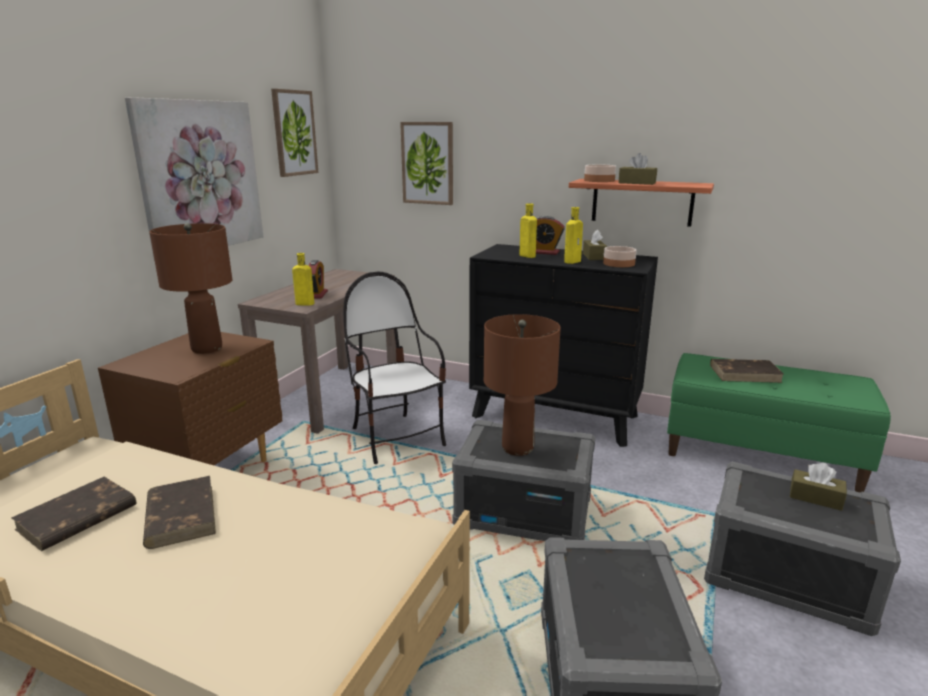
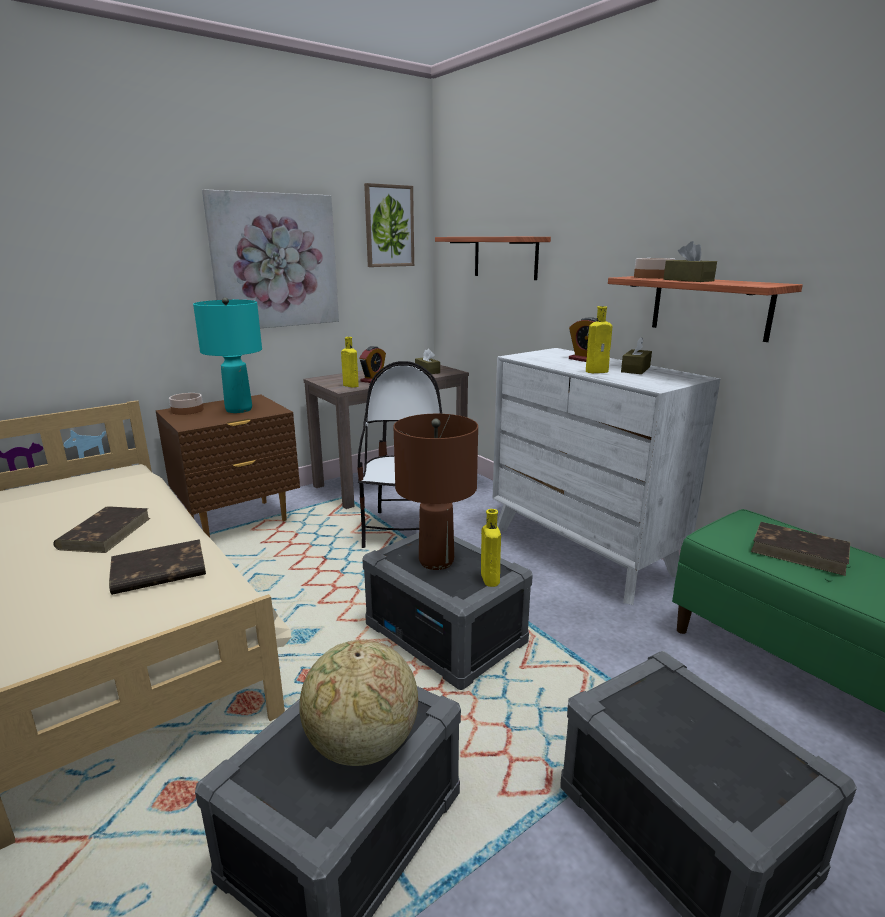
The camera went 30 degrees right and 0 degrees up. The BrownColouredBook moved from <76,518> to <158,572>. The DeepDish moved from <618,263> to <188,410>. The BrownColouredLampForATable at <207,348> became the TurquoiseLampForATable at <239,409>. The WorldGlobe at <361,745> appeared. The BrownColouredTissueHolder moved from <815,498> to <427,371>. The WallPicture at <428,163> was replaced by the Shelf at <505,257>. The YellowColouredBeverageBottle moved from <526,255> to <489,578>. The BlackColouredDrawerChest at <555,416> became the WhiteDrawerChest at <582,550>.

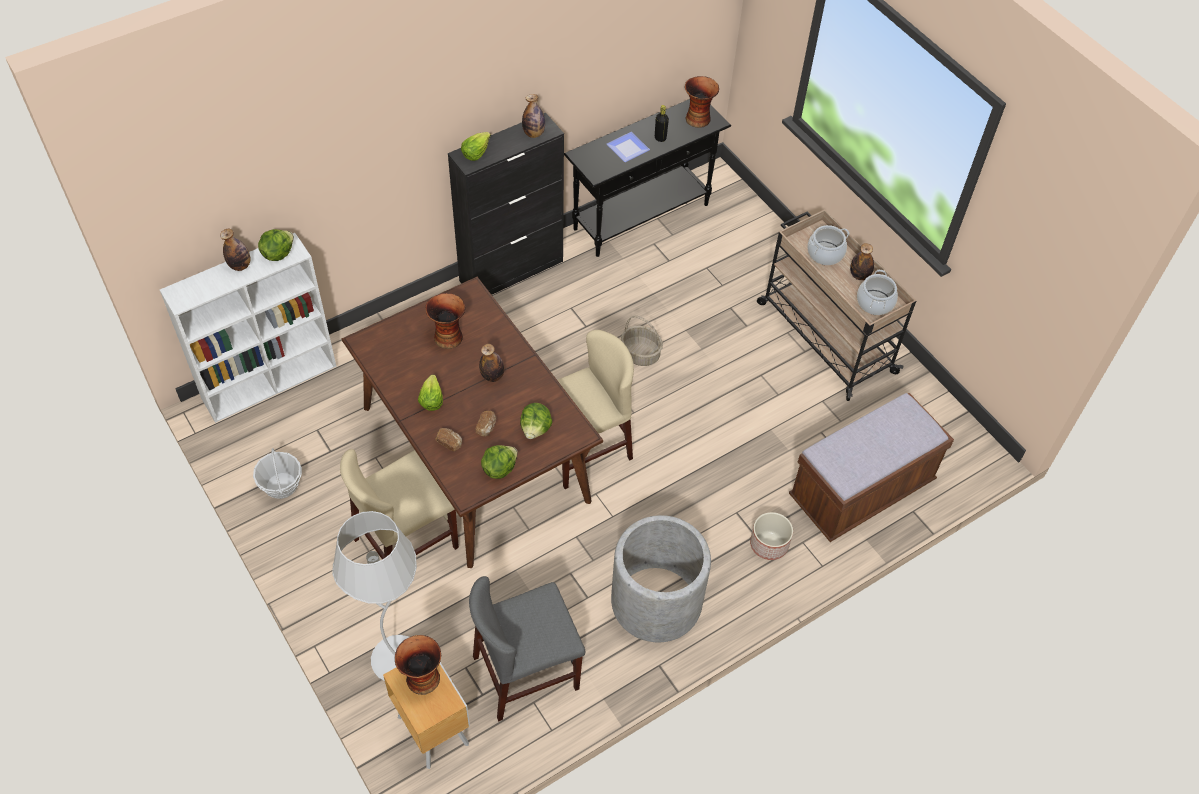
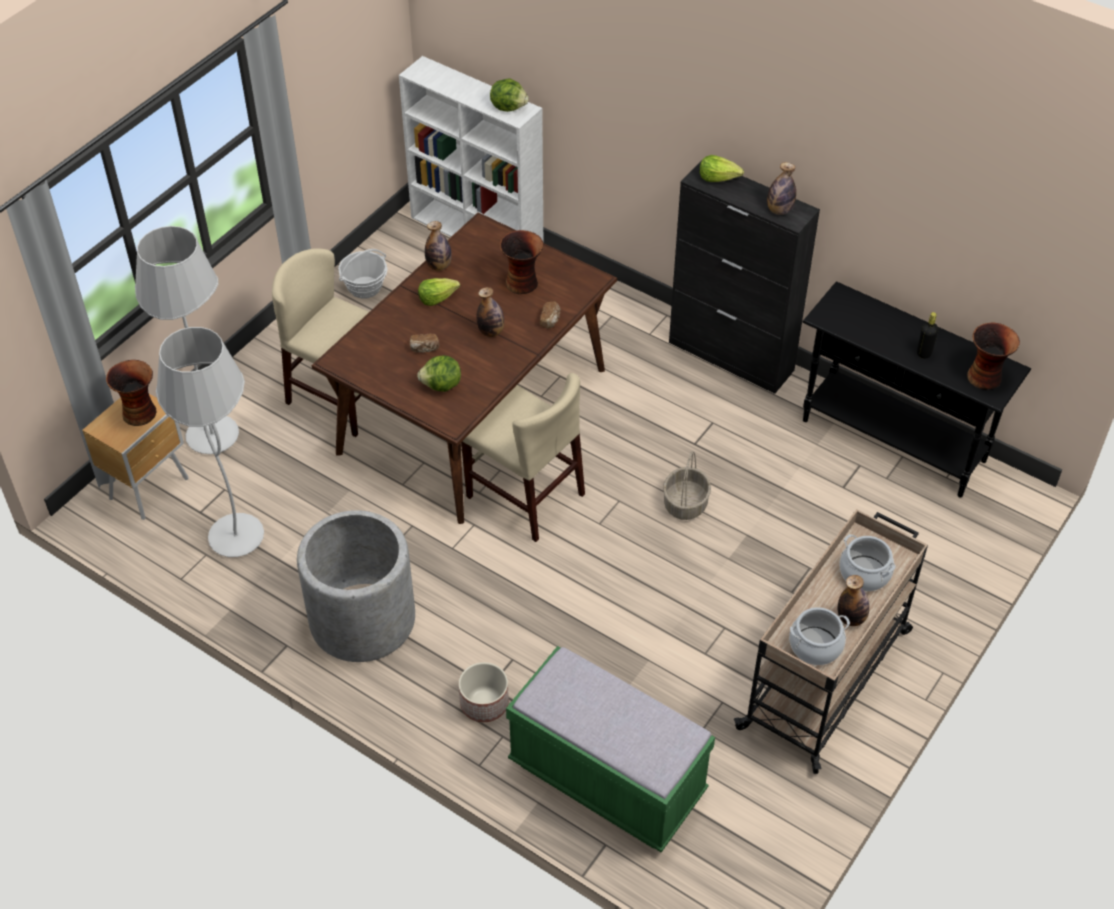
The camera went 70 degrees right and 5 degrees down. The GrayChair at <526,672> was replaced by the WhiteStandingLamp at <236,537>. The BeverageBottle moved from <240,265> to <439,266>. The BrownColouredBench at <861,491> became the GreenBench at <607,779>. The Bread moved from <449,442> to <550,320>. The LettuceHead at <499,468> disappeared. The Plate at <628,147> disappeared.

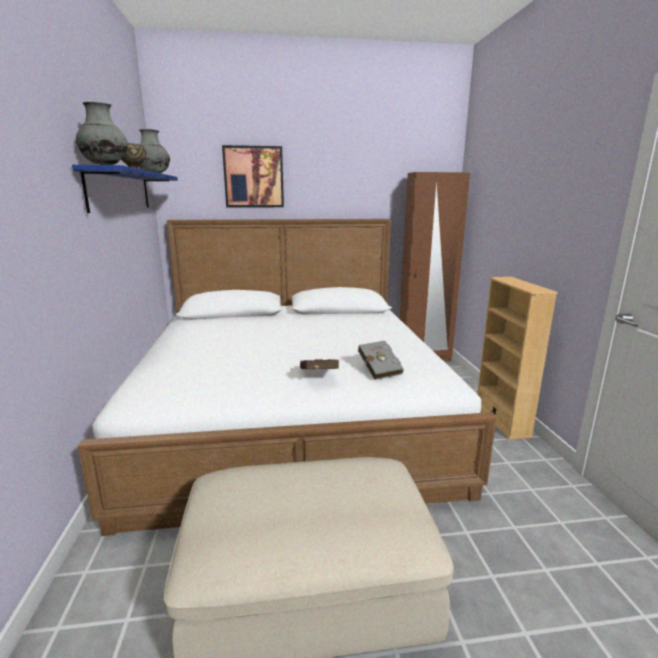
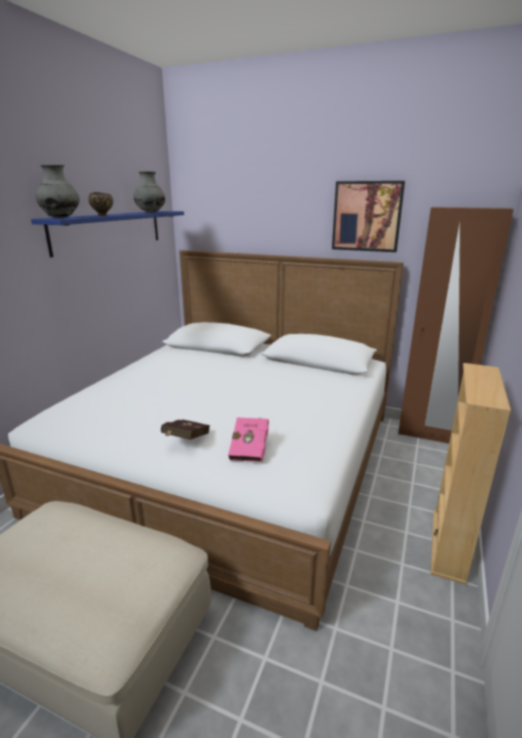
The camera went 30 degrees right and 5 degrees up. The GrayBook at <379,370> became the PinkBook at <250,449>. The WallPicture moved from <254,177> to <367,216>.

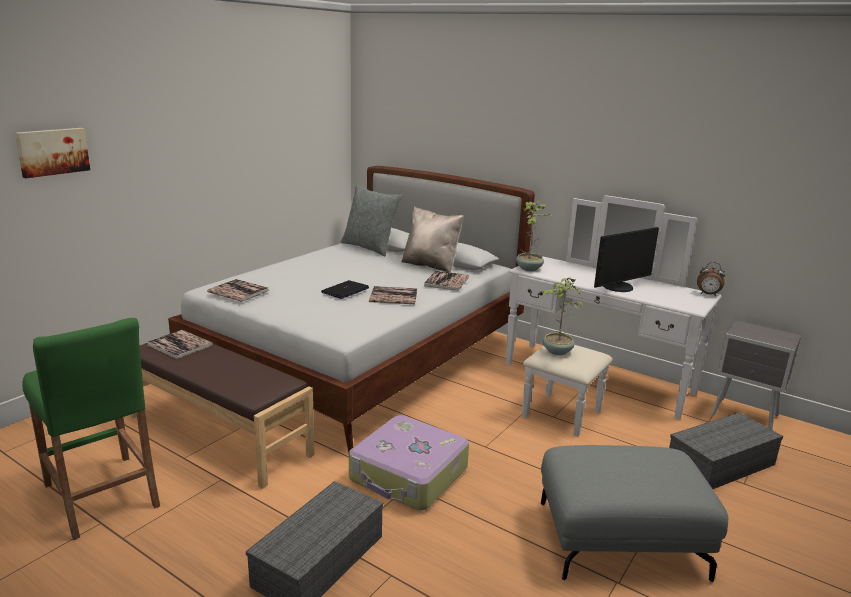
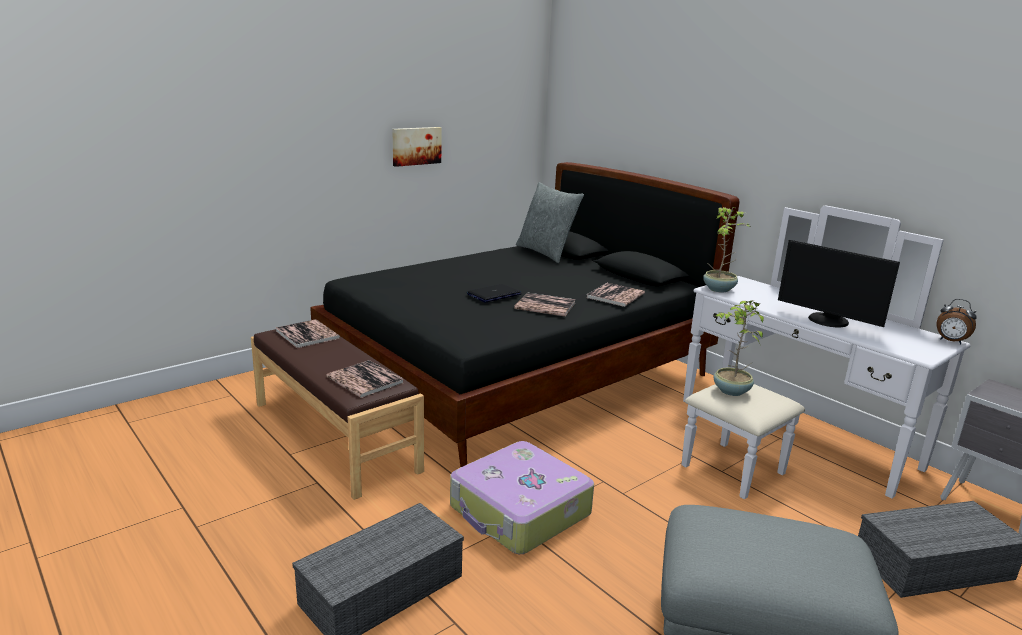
The camera went 15 degrees right and 0 degrees up. The WhiteBedroomBed at <363,358> became the BlackColouredBedroomBed at <519,375>. The Book moved from <238,291> to <365,380>. The WallPicture moved from <52,151> to <416,146>. The Monitor at <619,287> turned 60 degrees clockwise. The GreenStool at <101,495> disappeared. The SandColouredThrowPillow at <431,265> disappeared.

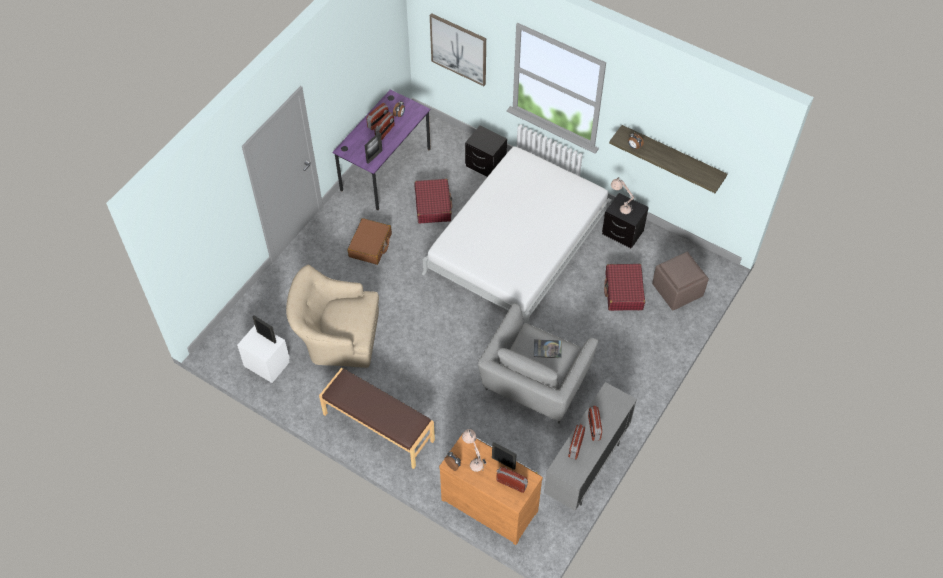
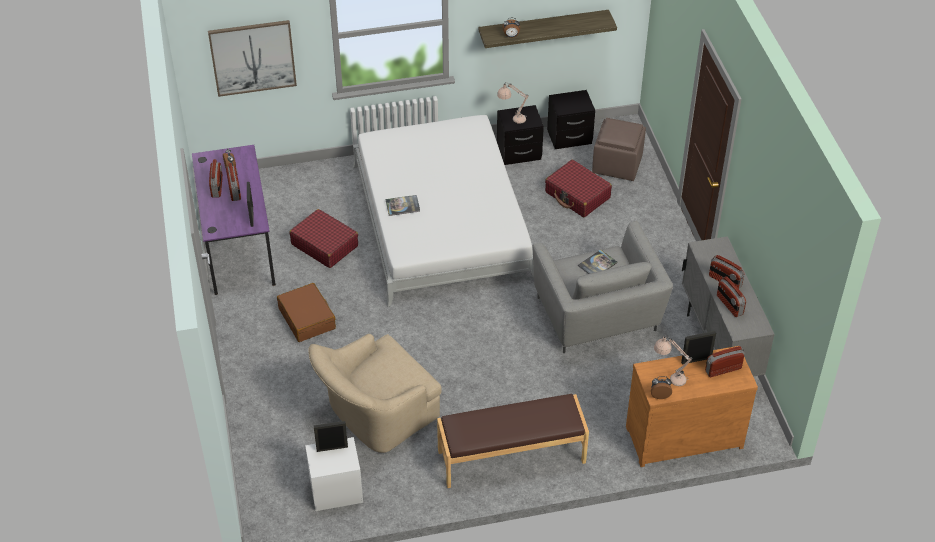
The camera went 45 degrees left and 10 degrees down. The Book at <402,206> appeared. The BlackColouredNightTable moved from <485,165> to <569,137>.

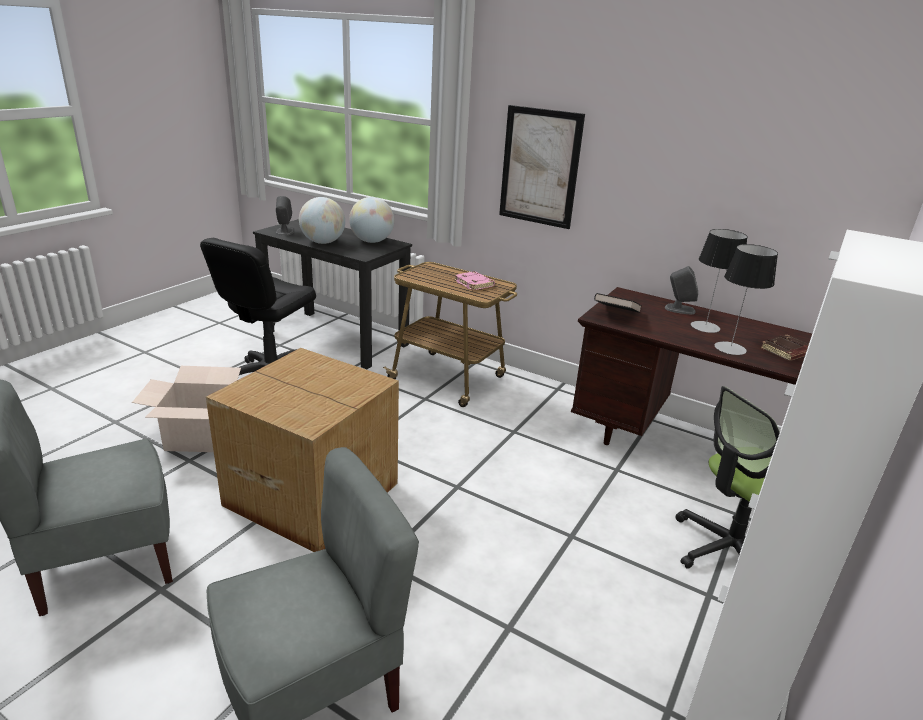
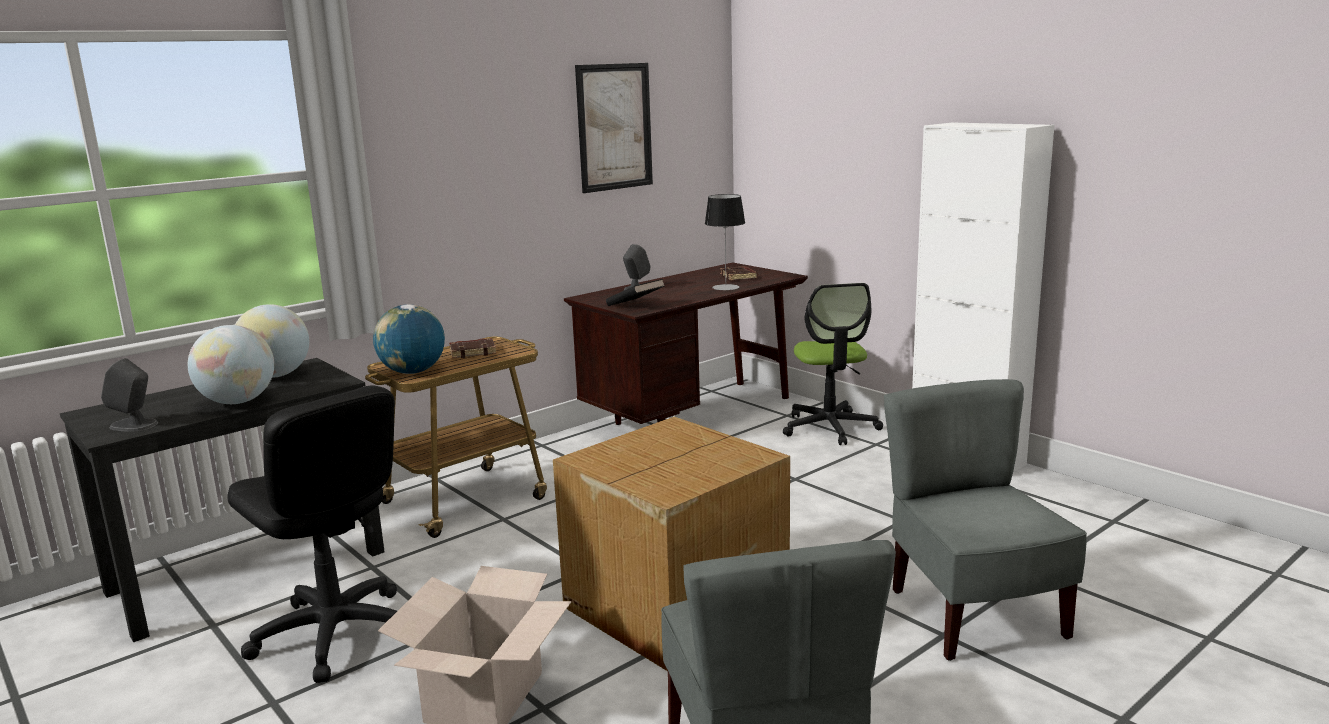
The camera went 70 degrees left and 10 degrees down. The WorldGlobe at <412,372> appeared. The PinkBook at <474,284> became the BrownColouredBook at <473,352>. The WallPicture moved from <540,167> to <614,127>. The LampForATable at <705,327> disappeared.

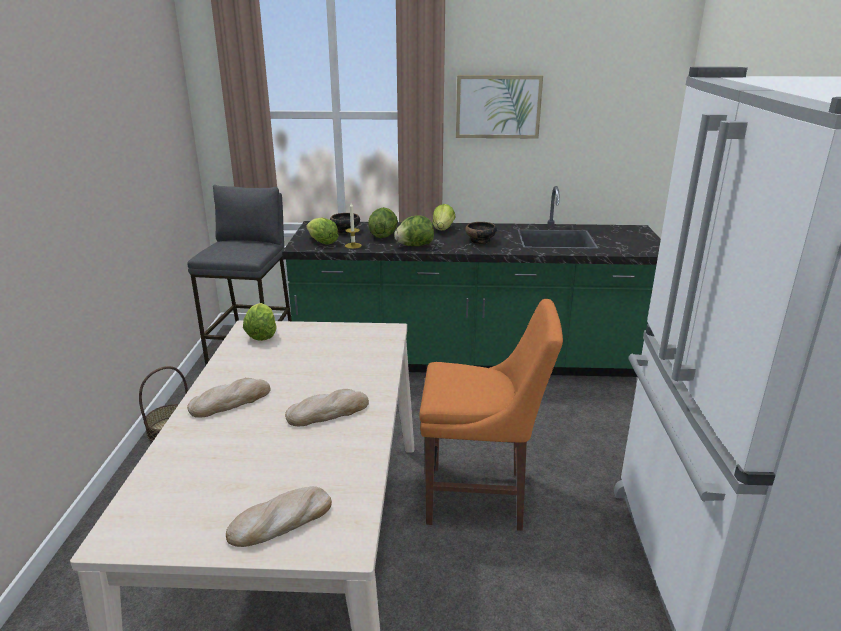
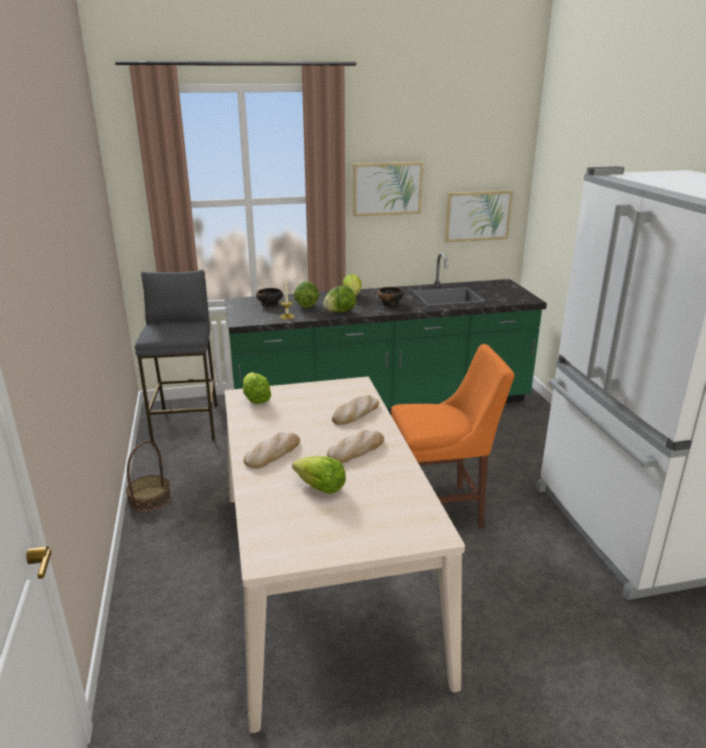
The camera went 15 degrees left and 0 degrees up. The LettuceHead moved from <322,242> to <320,487>. The Bread moved from <280,521> to <355,413>. The WallPicture at <477,216> appeared.

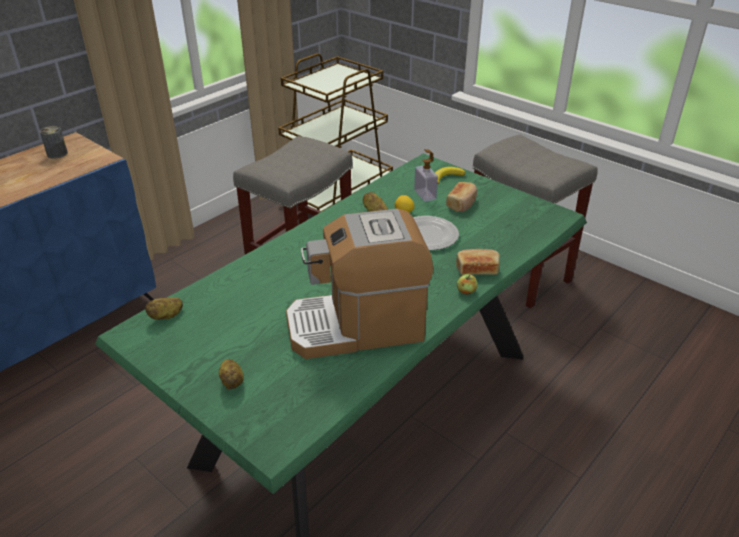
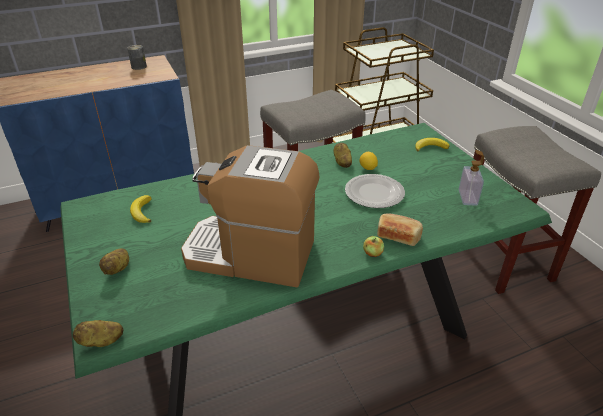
The camera went 25 degrees right and 0 degrees up. The Potato moved from <166,316> to <101,341>. The WholeBanana at <142,212> appeared. The SoapBottle moved from <425,195> to <467,197>. The Bread at <462,204> disappeared.

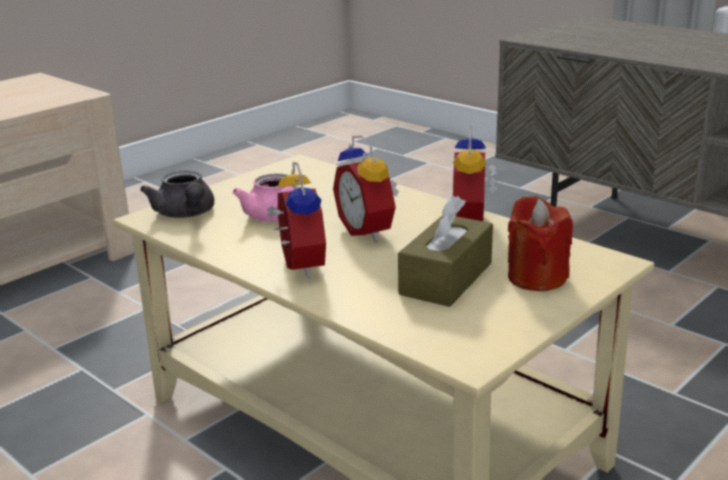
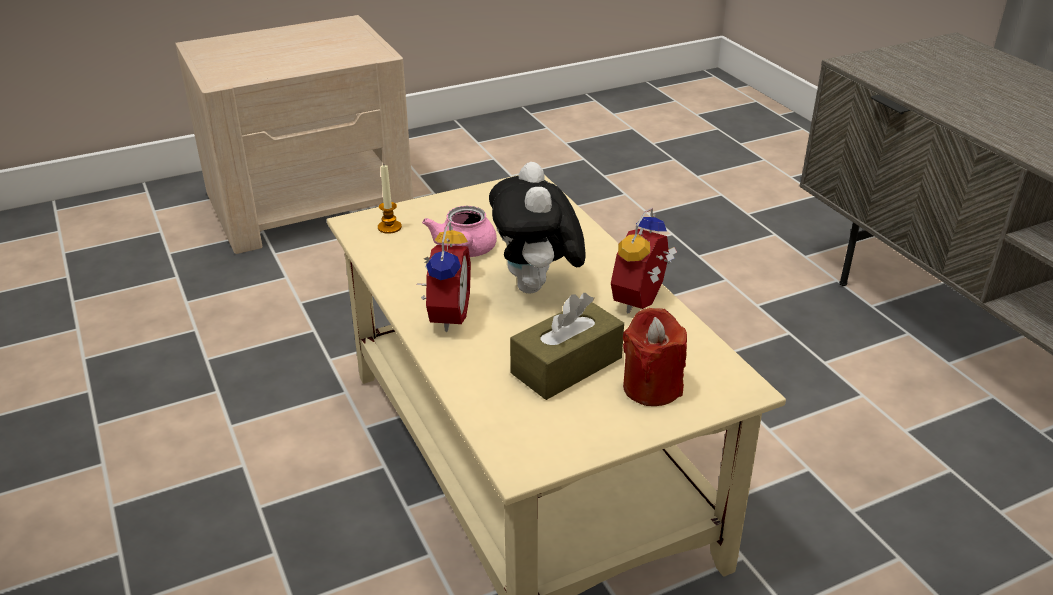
The camera went 20 degrees right and 10 degrees up. The GrayPotForTea at <186,214> was replaced by the WaxLight at <389,227>. The BedsideClock at <369,231> was replaced by the CuddlyToy at <537,288>.

